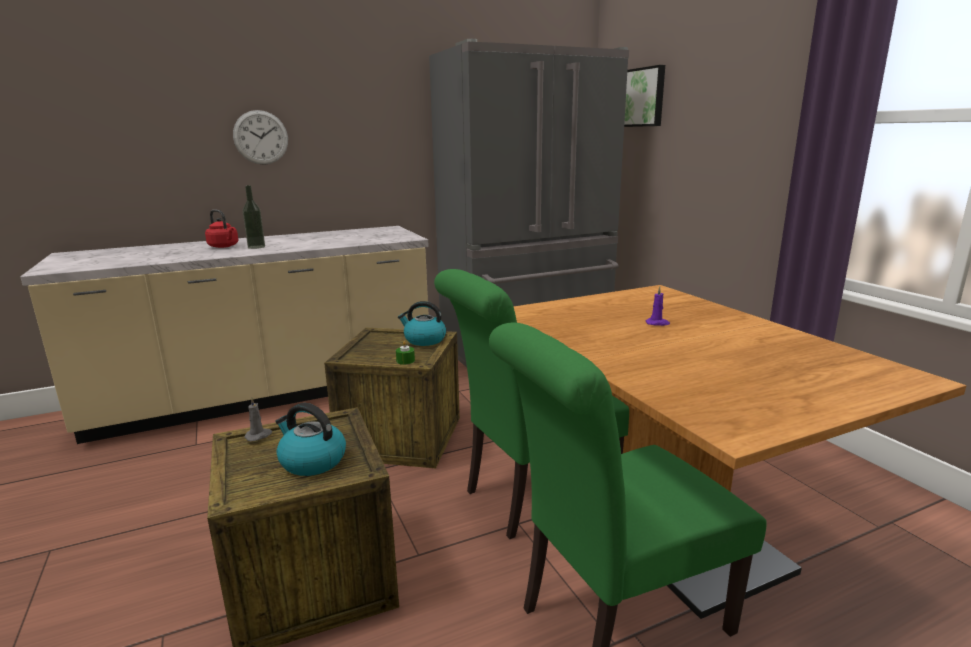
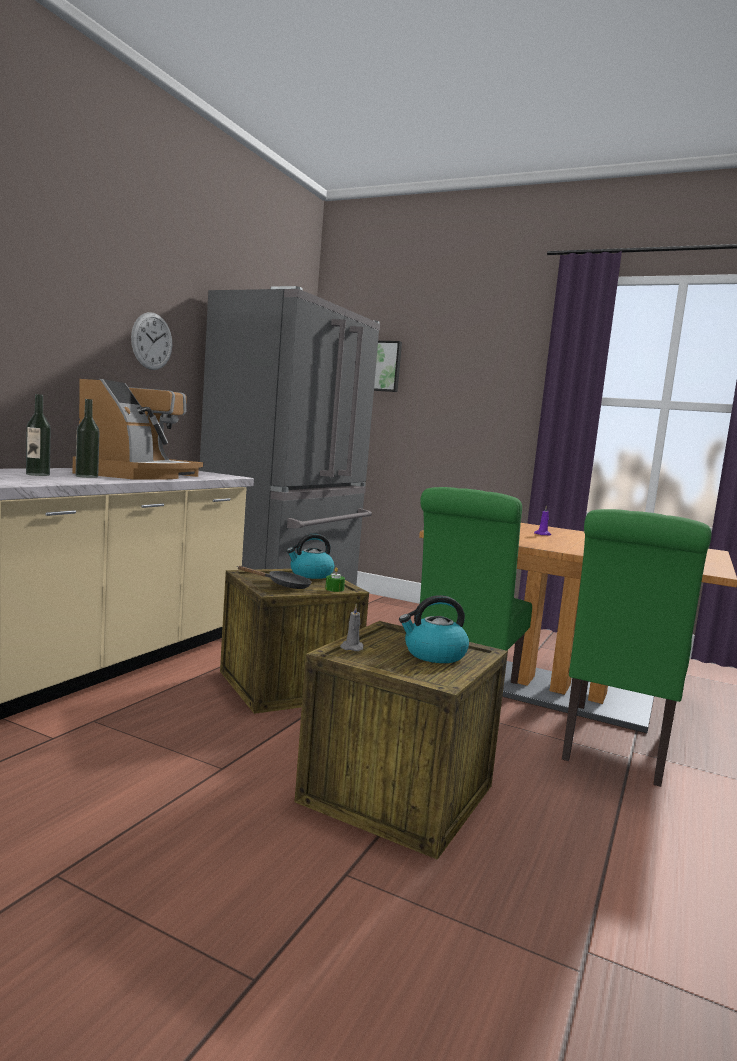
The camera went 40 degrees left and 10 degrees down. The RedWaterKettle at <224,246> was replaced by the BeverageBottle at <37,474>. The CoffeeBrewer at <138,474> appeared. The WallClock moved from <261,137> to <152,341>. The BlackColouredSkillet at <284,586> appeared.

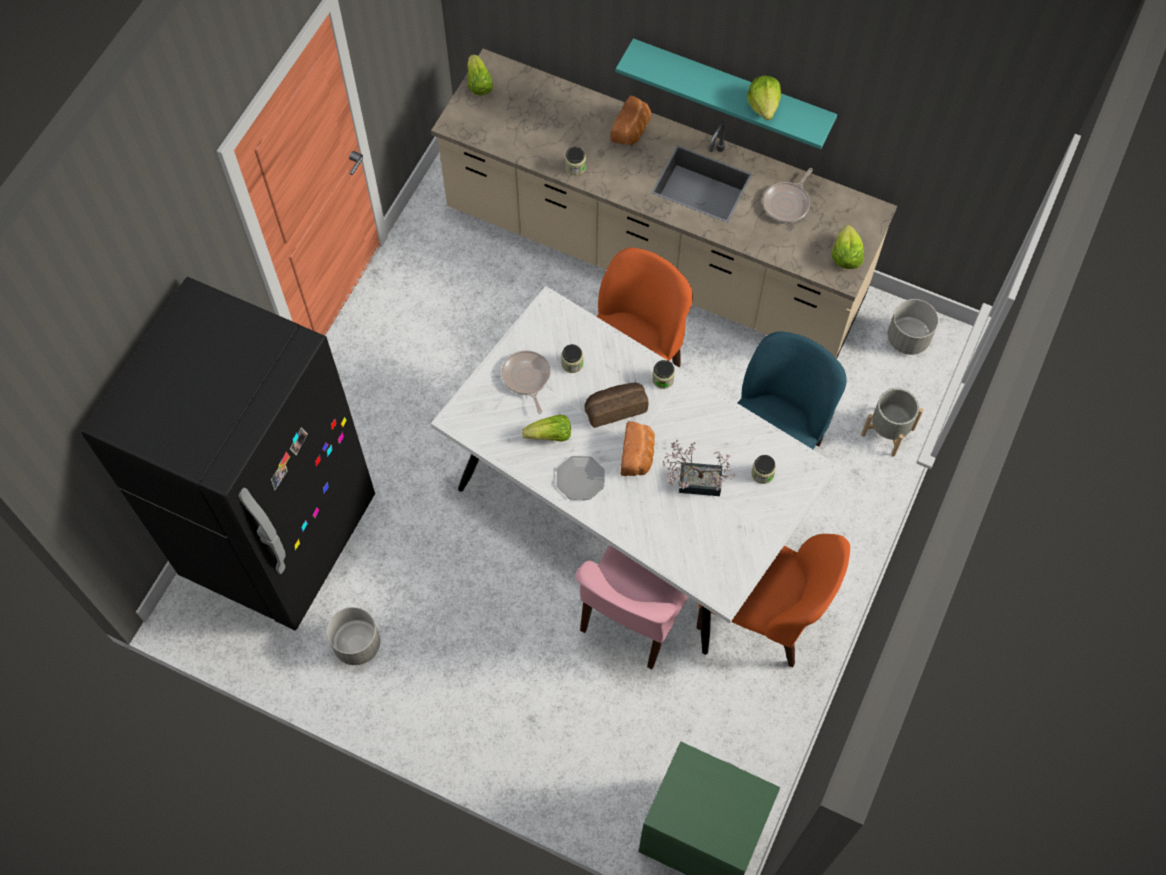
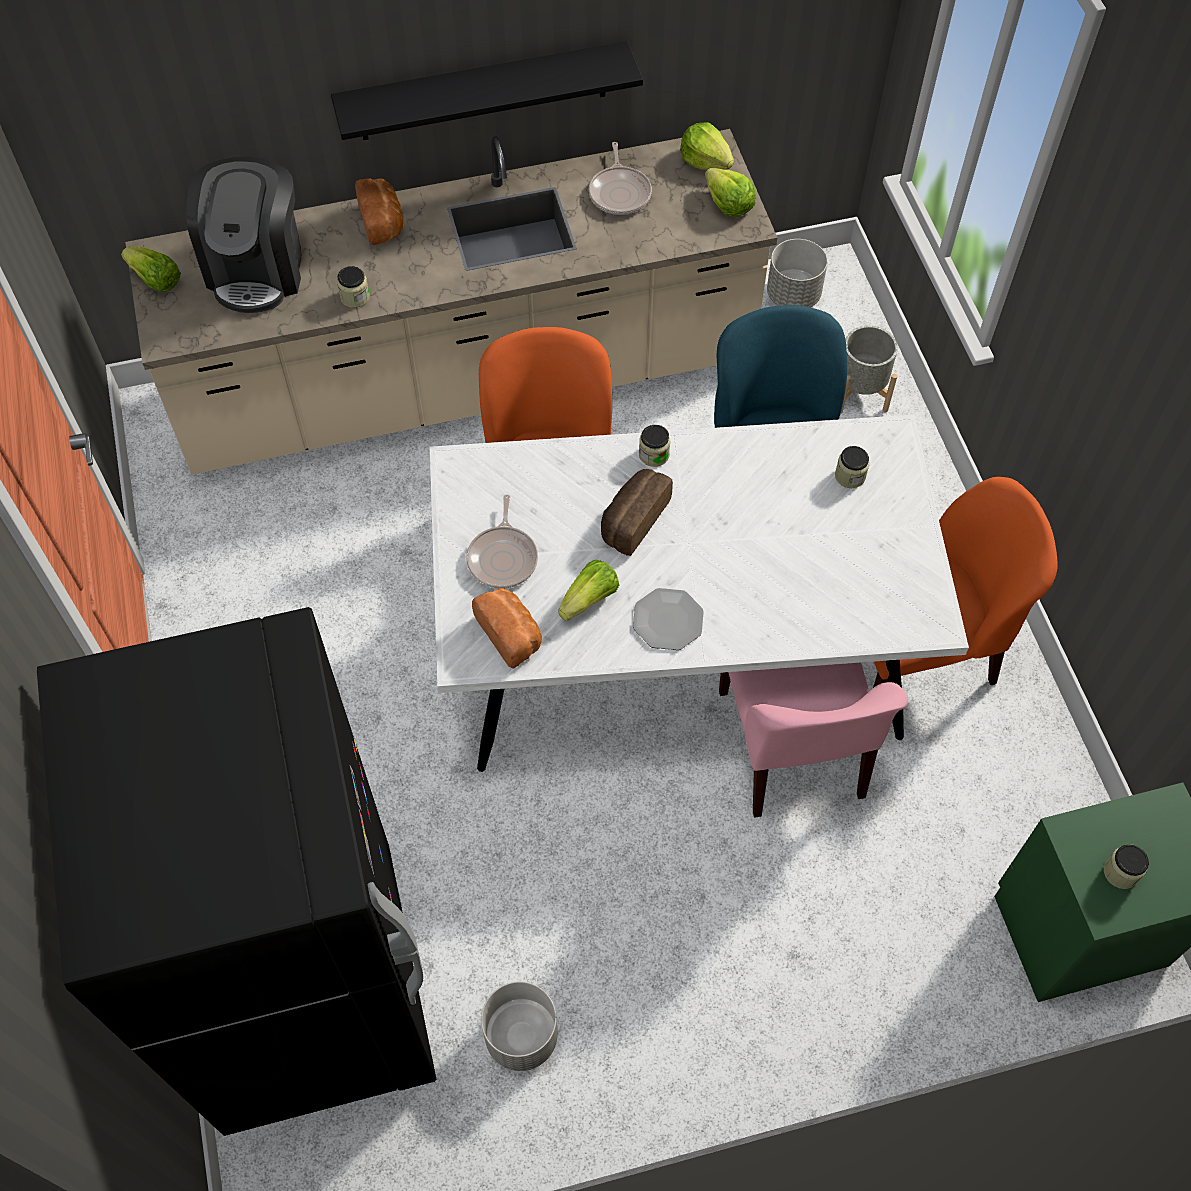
The camera went 40 degrees left and 5 degrees down. The CoffeeBrewer at <257,269> appeared. The TurquoiseShelf at <731,90> became the BlackColouredShelf at <483,92>. The Skillet at <526,378> turned 120 degrees counterclockwise. The Bread moved from <638,455> to <511,634>. The LettuceHead moved from <764,105> to <705,160>. The PreserveJar moved from <572,363> to <1121,872>. The Houseplant at <694,481> disappeared.

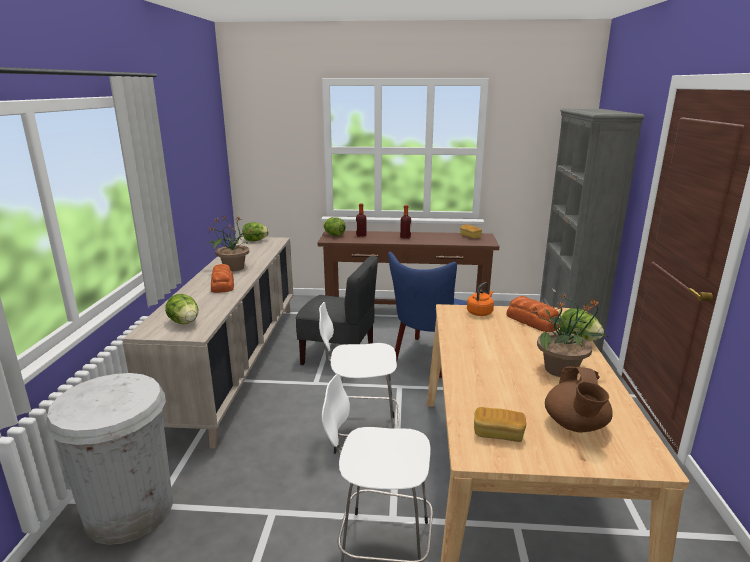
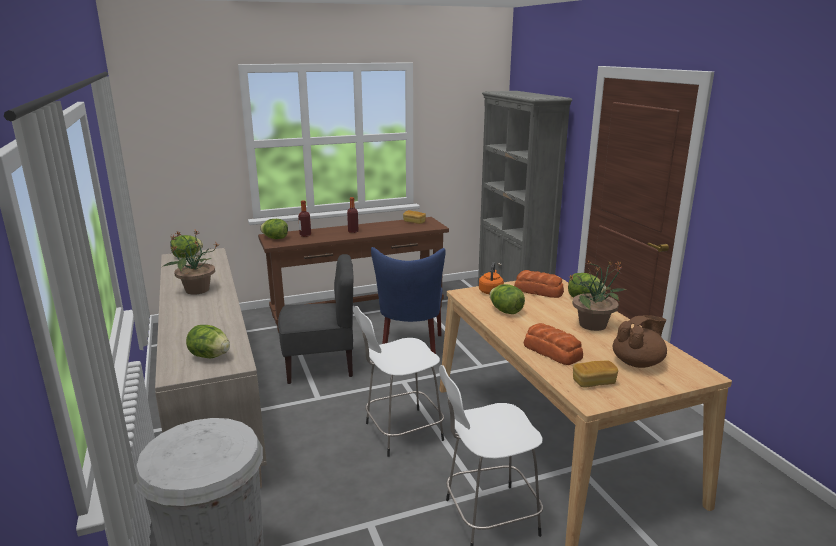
The camera went 25 degrees left and 0 degrees up. The LettuceHead at <506,311> appeared. The Bread moved from <222,284> to <552,351>. The BrownColouredPotForTea at <575,425> turned 105 degrees counterclockwise.

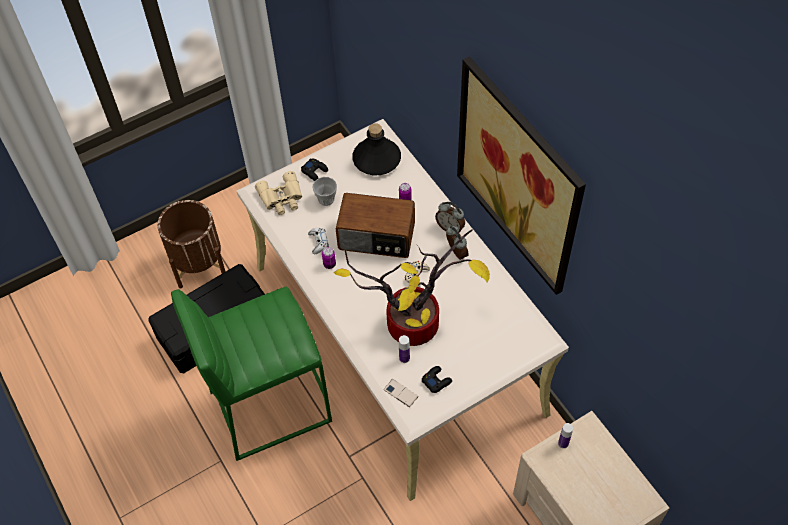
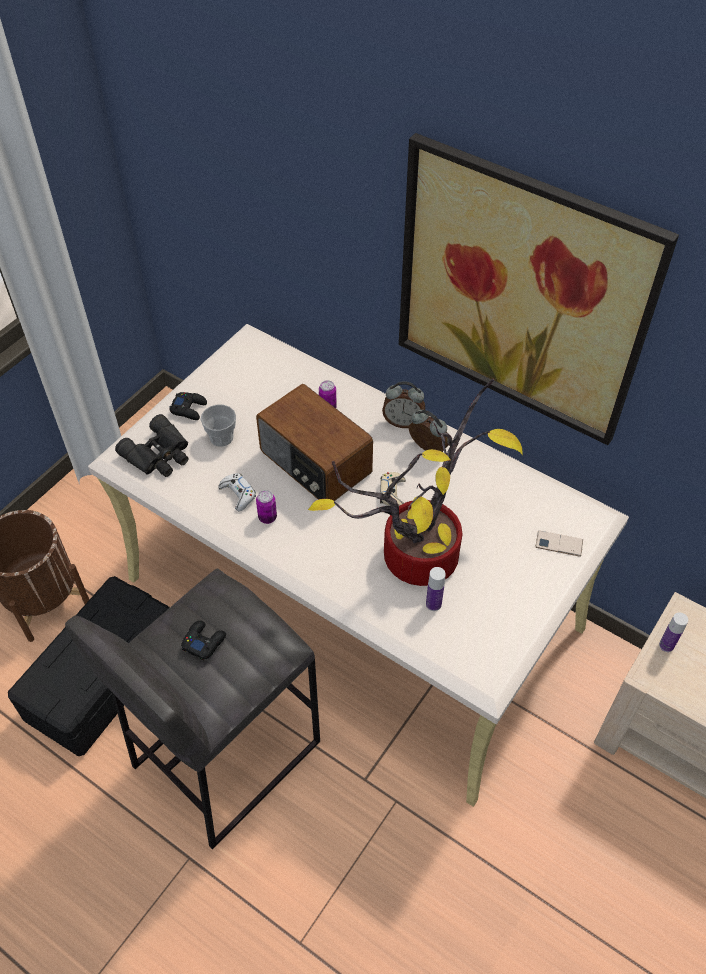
The camera went 25 degrees left and 5 degrees down. The GreenStool at <269,405> became the GrayStool at <224,753>. The SandColouredBinoculars at <282,198> became the BlackColouredBinoculars at <159,455>. The BlackColouredJoypad moved from <436,381> to <203,641>. The Radio at <377,238> turned 60 degrees clockwise. The Handset moved from <401,393> to <559,544>. The BlackColouredBeverageBottle at <377,159> disappeared.

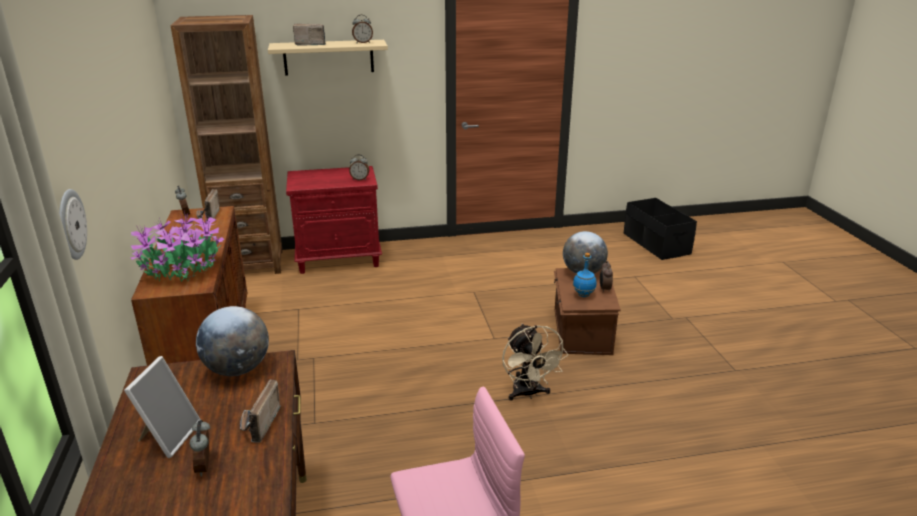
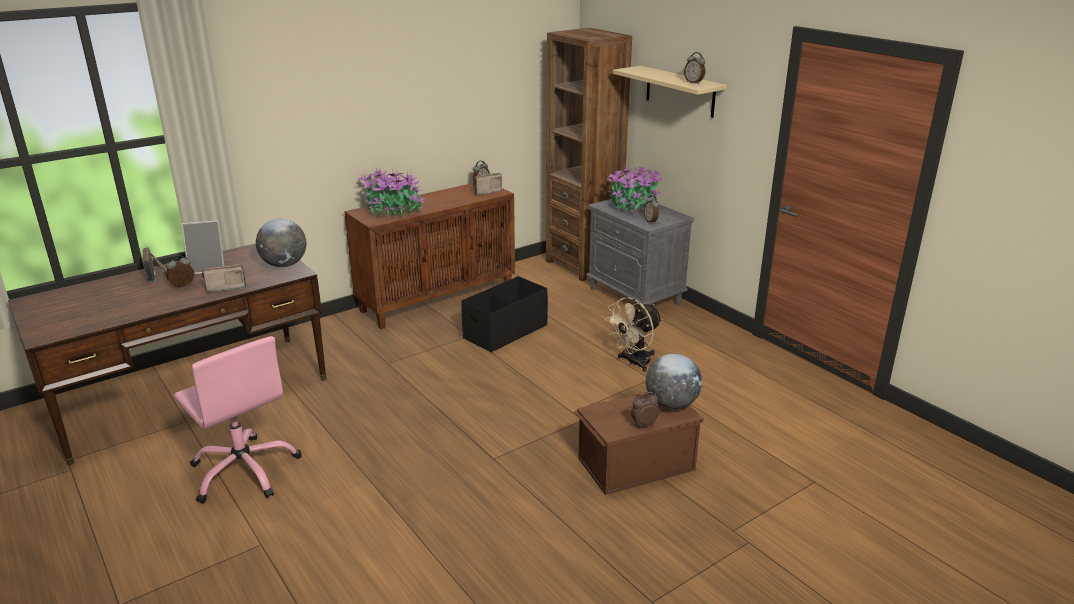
The camera went 65 degrees right and 0 degrees up. The Radio moved from <310,44> to <157,274>. The BlackColouredStorageContainer moved from <656,244> to <505,331>. The RedNightTable at <339,259> became the GrayNightTable at <635,296>. The SandColouredFan moved from <528,394> to <633,363>. The Houseplant at <632,206> appeared. The WallClock at <70,224> disappeared. The BluishBeverageBottle at <583,295> disappeared.

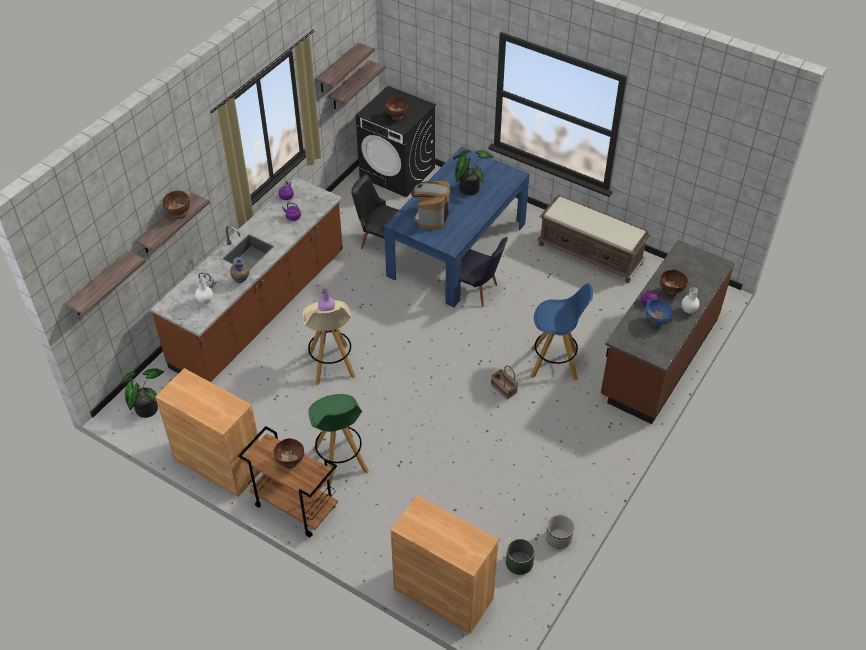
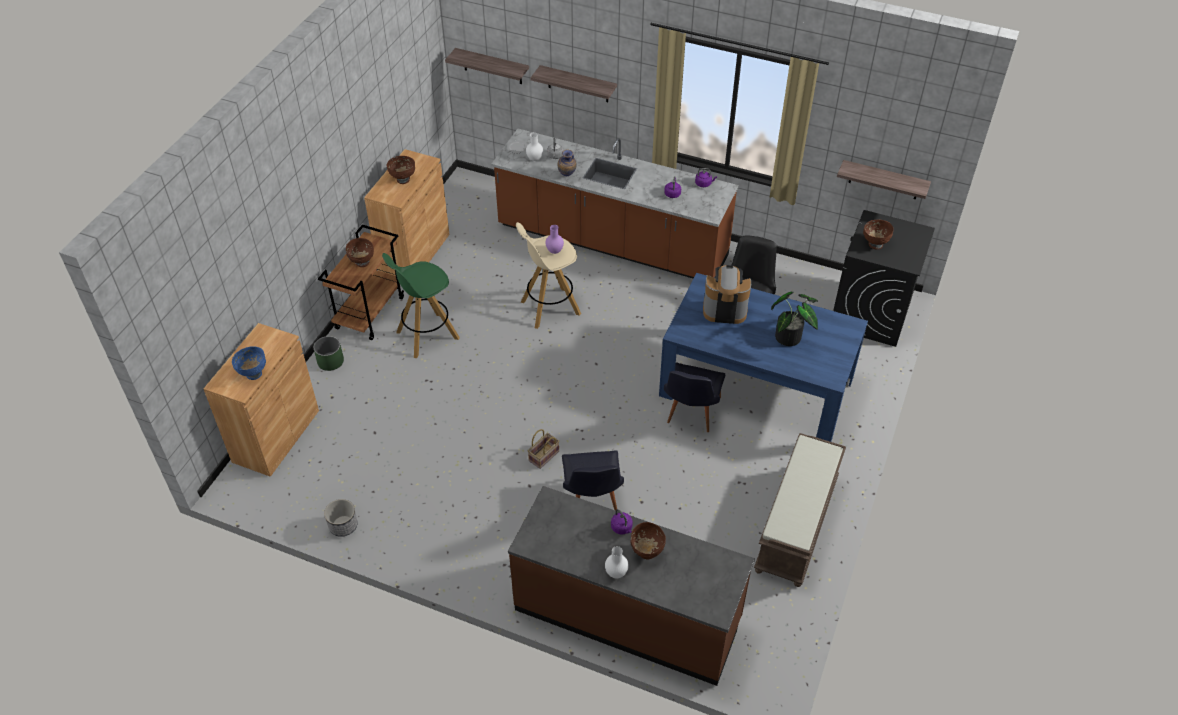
The camera went 80 degrees right and 0 degrees up. The BluishDeepDish moved from <656,322> to <253,373>. The GreenPlantPot moved from <519,563> to <330,361>. The BrownColouredDeepDish moved from <179,214> to <403,179>. The BluishStool at <555,364> was replaced by the BlackColouredChair at <592,501>. The Houseplant at <146,407> disappeared. The Shelf at <337,69> disappeared.

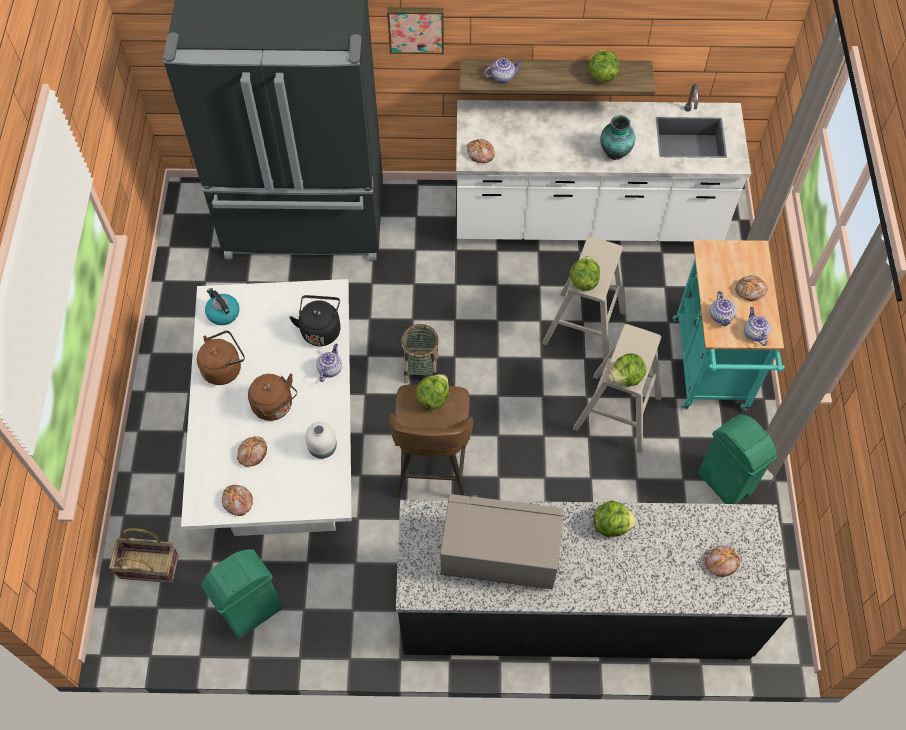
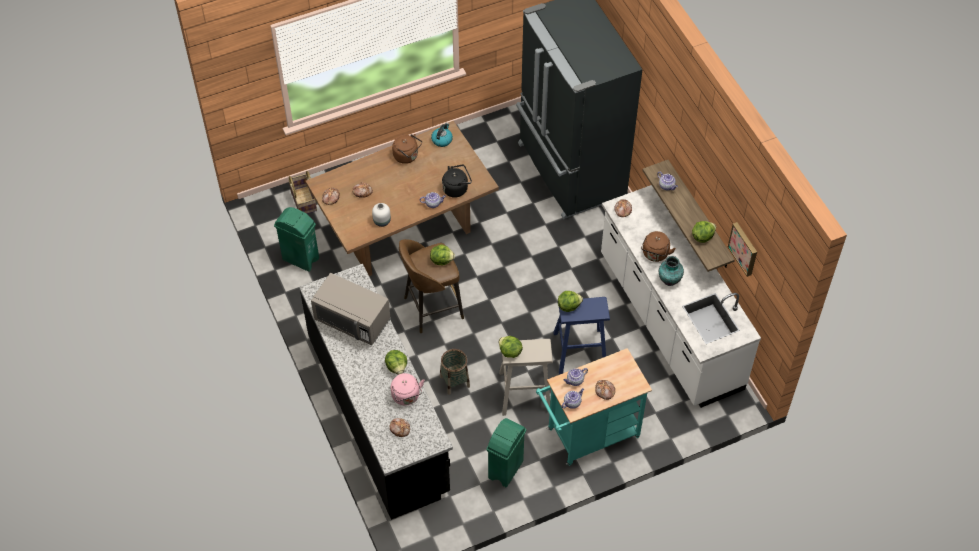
The camera went 65 degrees right and 5 degrees down. The WhiteDiningTable at <287,451> became the BrownColouredDiningTable at <405,232>. The GrayKitchenMicrowave at <499,554> turned 135 degrees clockwise. The PinkWaterKettle at <406,397> appeared. The HouseholdBasket moved from <421,369> to <454,381>. The SandColouredStool at <584,327> became the BluishStool at <579,351>. The BrownColouredWaterKettle moved from <275,407> to <655,254>. The WallPicture moved from <416,28> to <744,248>.

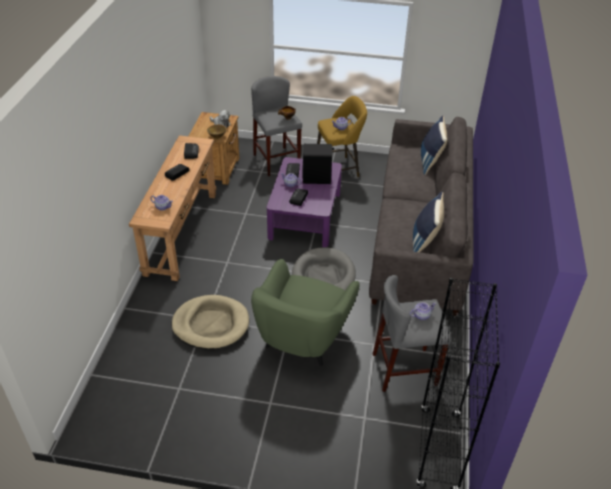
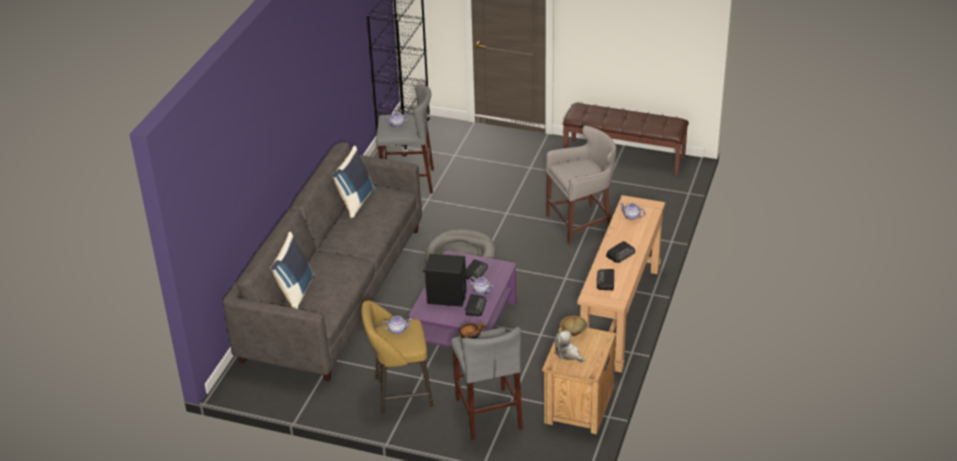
The camera went 170 degrees left and 5 degrees down. The SandColouredDogCushion at <211,324> was replaced by the GrayStool at <581,223>. The BrownColouredBench at <624,157> appeared. The GreenLoungeChair at <303,337> disappeared.

